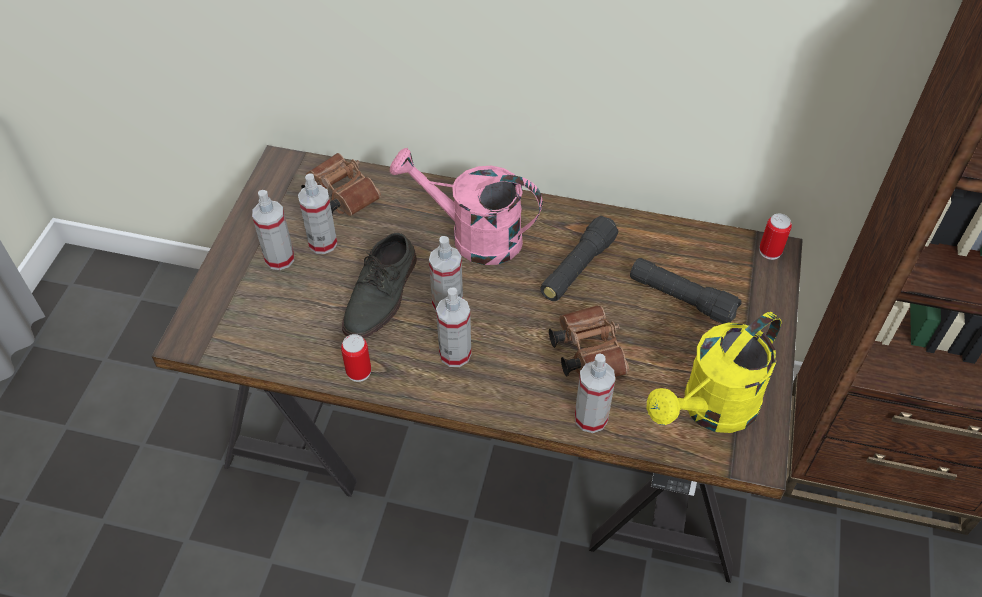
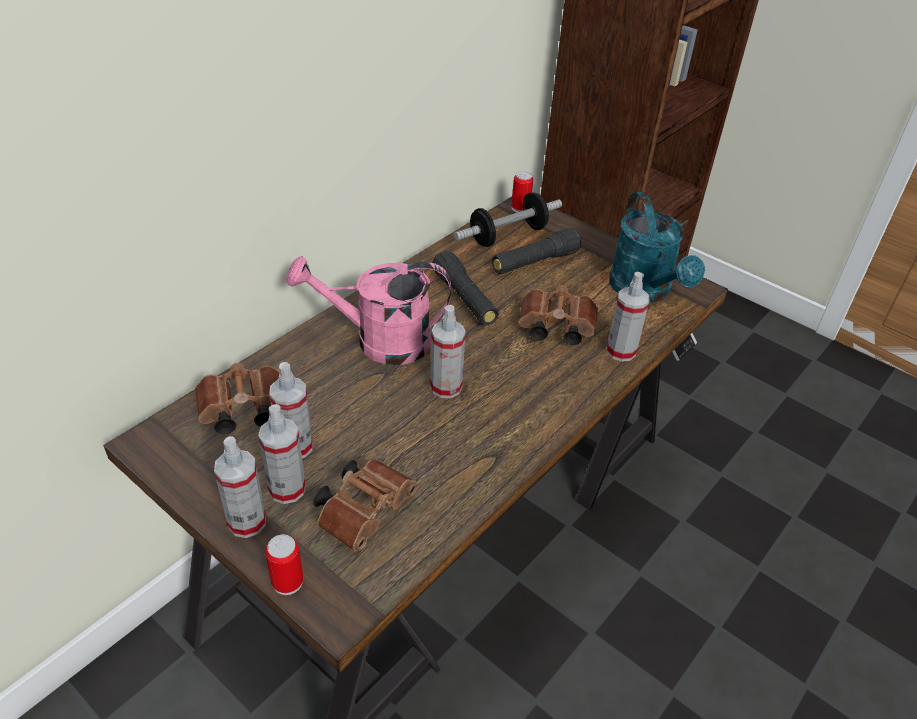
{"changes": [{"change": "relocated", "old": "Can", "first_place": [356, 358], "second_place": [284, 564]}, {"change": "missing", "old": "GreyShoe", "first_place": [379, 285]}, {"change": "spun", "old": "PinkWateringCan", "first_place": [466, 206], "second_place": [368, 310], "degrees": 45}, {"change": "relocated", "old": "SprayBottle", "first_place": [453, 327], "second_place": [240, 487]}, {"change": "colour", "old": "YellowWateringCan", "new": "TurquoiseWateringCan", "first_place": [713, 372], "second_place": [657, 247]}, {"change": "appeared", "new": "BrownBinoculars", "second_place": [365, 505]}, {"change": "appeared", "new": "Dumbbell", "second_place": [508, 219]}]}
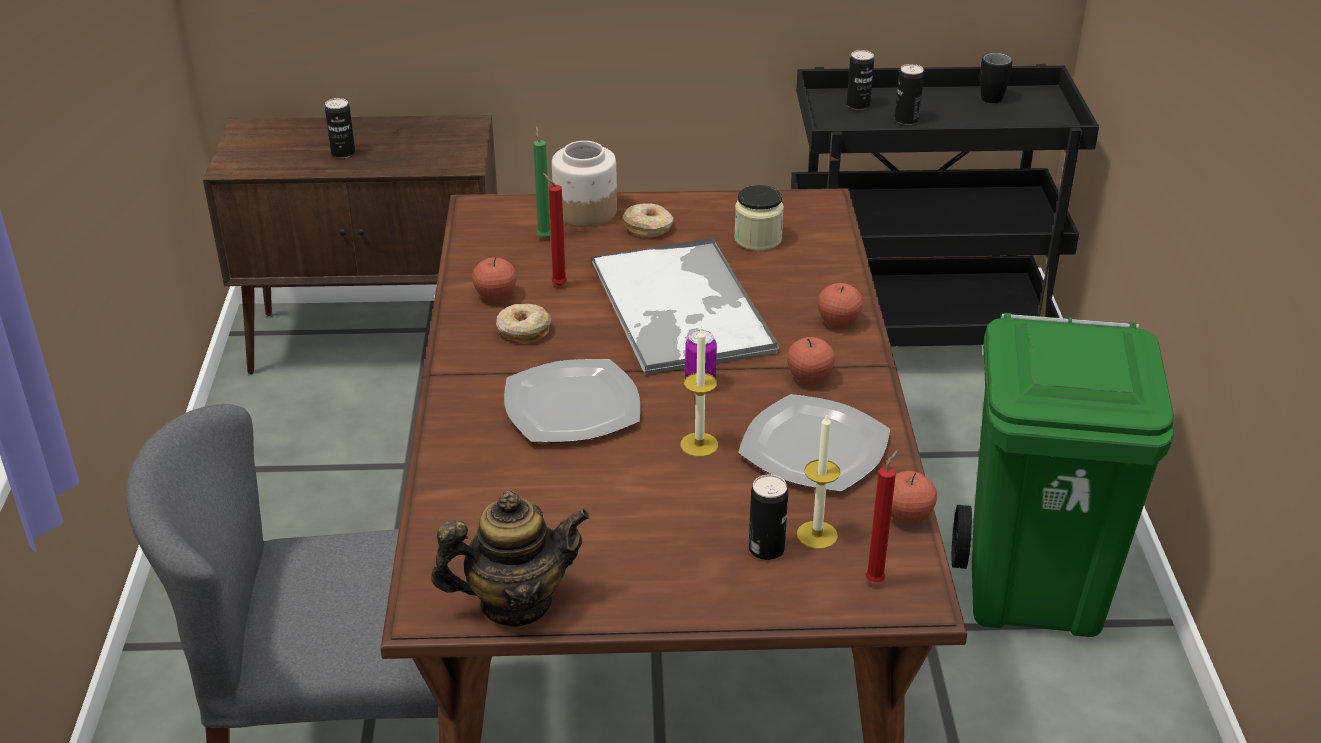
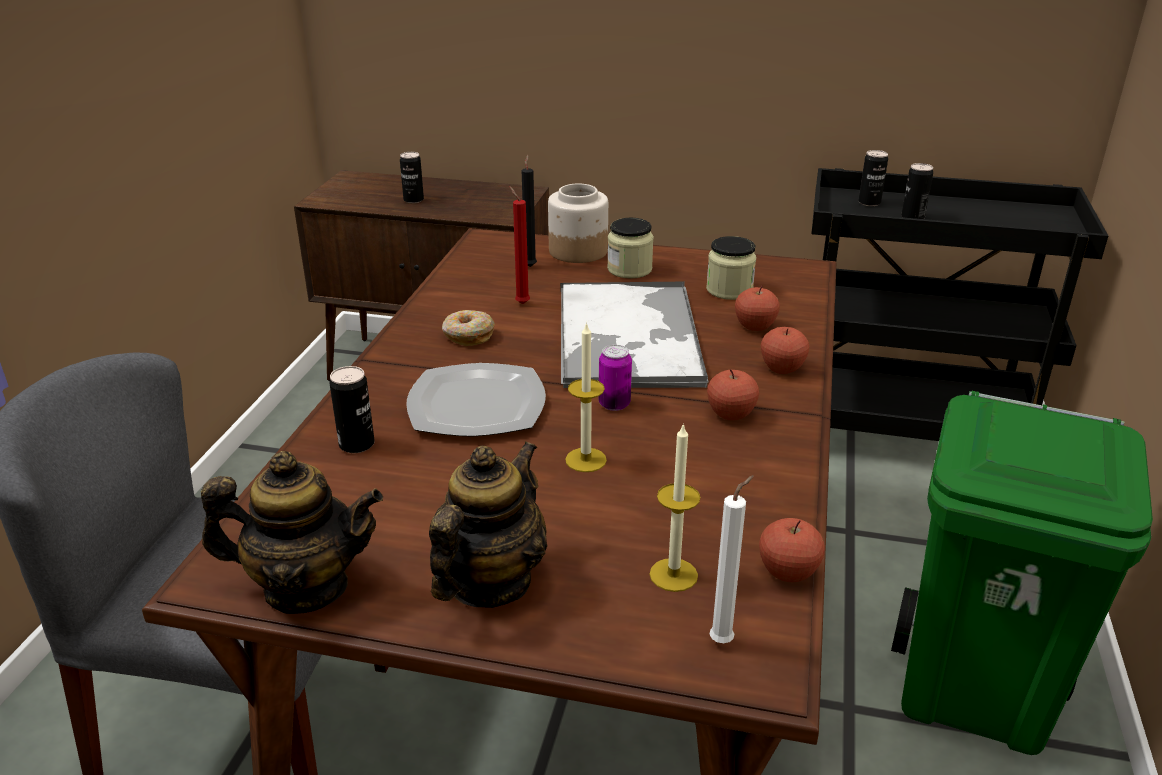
{"changes": [{"change": "relocated", "old": "Apple", "first_place": [494, 279], "second_place": [757, 308]}, {"change": "colour", "old": "GreenCandle", "new": "BlackCandle", "first_place": [542, 182], "second_place": [529, 211]}, {"change": "exchanged", "old": "Donut", "new": "Jar", "first_place": [648, 220], "second_place": [630, 248]}, {"change": "missing", "old": "Plate", "first_place": [814, 443]}, {"change": "relocated", "old": "Can", "first_place": [768, 517], "second_place": [352, 409]}, {"change": "colour", "old": "RedCandle", "new": "WhiteCandle", "first_place": [881, 516], "second_place": [731, 559]}, {"change": "missing", "old": "BlackMug", "first_place": [996, 78]}, {"change": "appeared", "new": "Teapot", "second_place": [488, 524]}]}
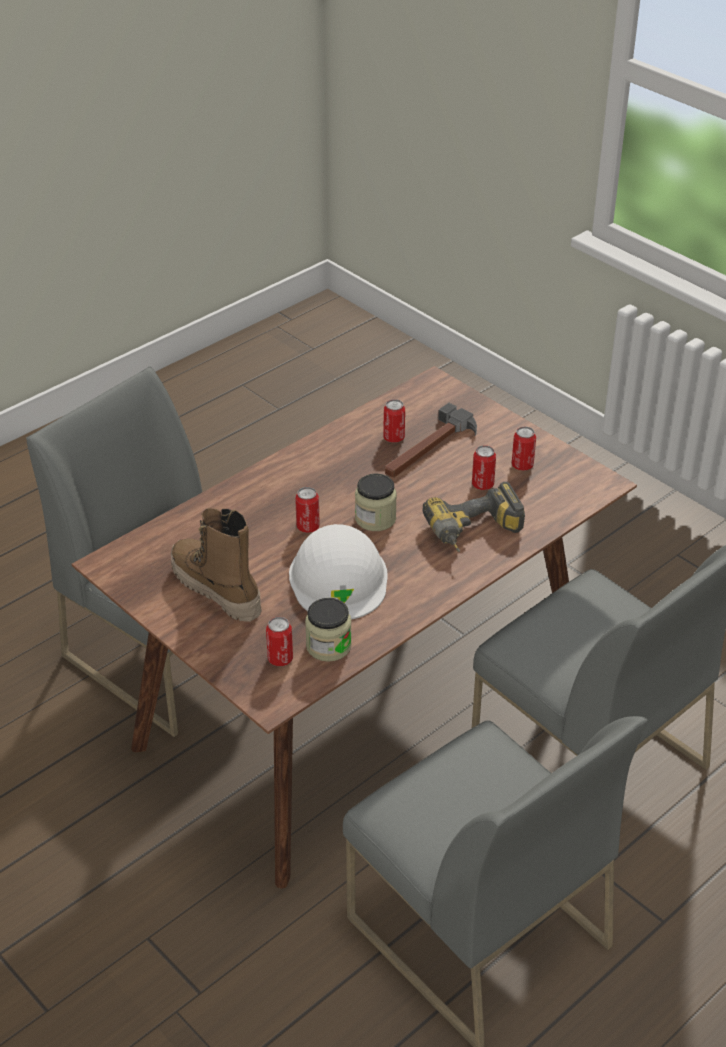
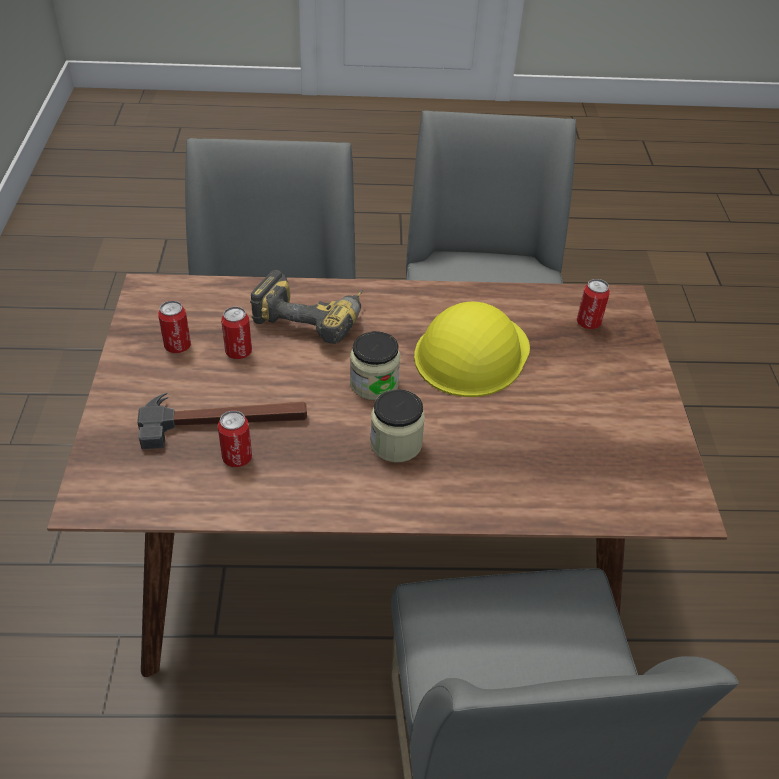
{"changes": [{"change": "missing", "old": "Boot", "first_place": [216, 565]}, {"change": "colour", "old": "WhiteHardHat", "new": "YellowHardHat", "first_place": [338, 572], "second_place": [472, 349]}, {"change": "missing", "old": "Can", "first_place": [307, 510]}, {"change": "relocated", "old": "Jar", "first_place": [328, 630], "second_place": [397, 425]}]}
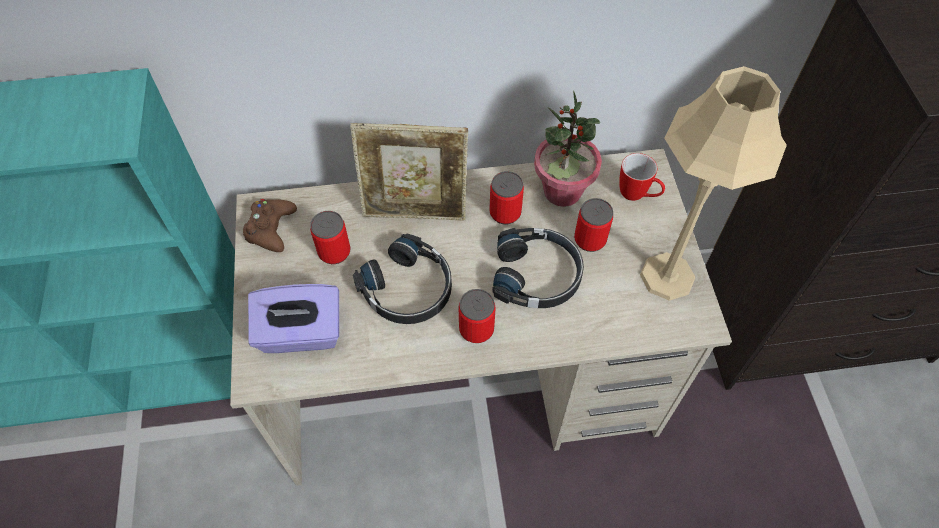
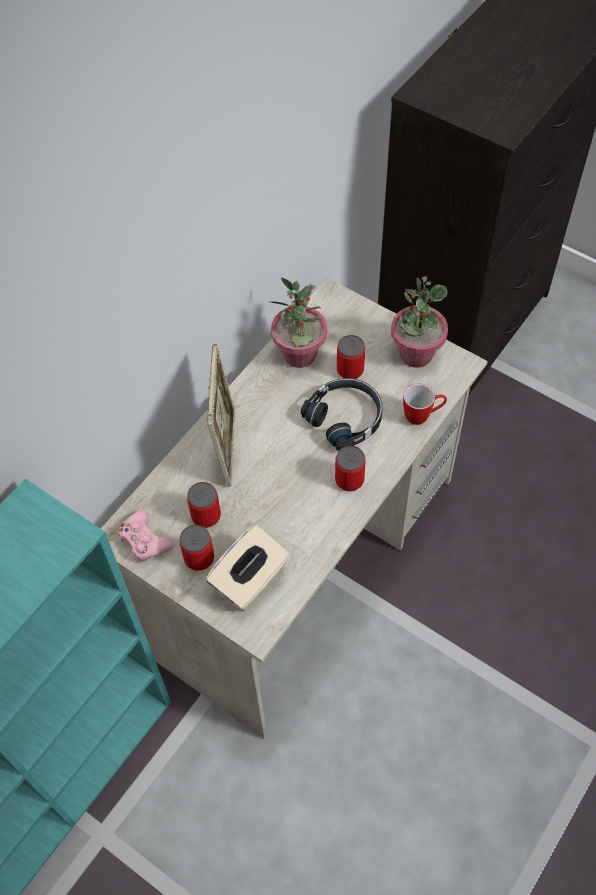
{"changes": [{"change": "colour", "old": "BrownGameController", "new": "PinkGameController", "first_place": [270, 225], "second_place": [146, 536]}, {"change": "colour", "old": "PurpleTissueBox", "new": "BeigeTissueBox", "first_place": [293, 318], "second_place": [247, 568]}, {"change": "spun", "old": "PictureFrame", "first_place": [409, 172], "second_place": [221, 415], "degrees": -45}, {"change": "missing", "old": "BlackHeadphones", "first_place": [402, 279]}, {"change": "relocated", "old": "Can", "first_place": [506, 198], "second_place": [197, 548]}, {"change": "relocated", "old": "Mug", "first_place": [642, 177], "second_place": [425, 404]}, {"change": "exchanged", "old": "BeigeTableLamp", "new": "PottedPlant", "first_place": [713, 183], "second_place": [419, 321]}]}
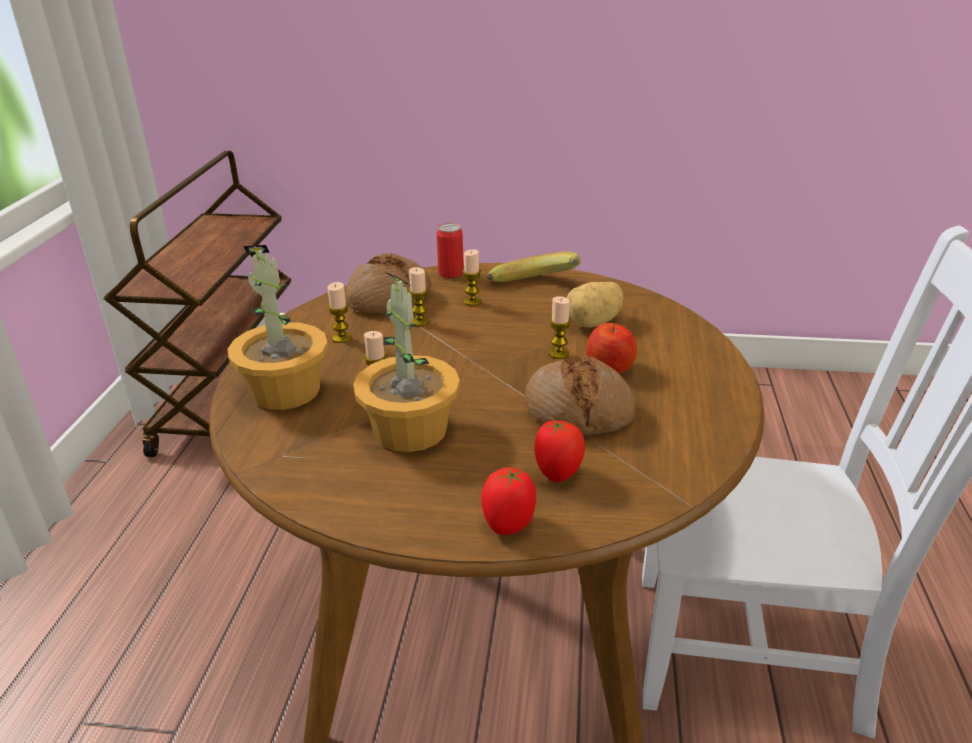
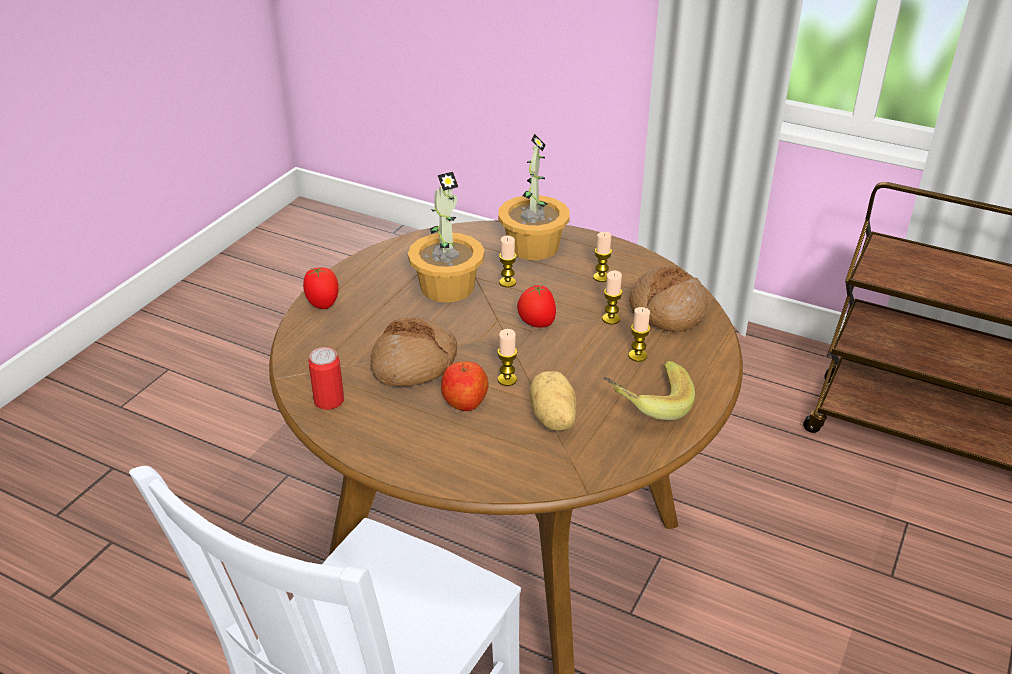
{"changes": [{"change": "relocated", "old": "Can", "first_place": [450, 250], "second_place": [326, 378]}, {"change": "relocated", "old": "Tomato", "first_place": [559, 450], "second_place": [536, 306]}]}
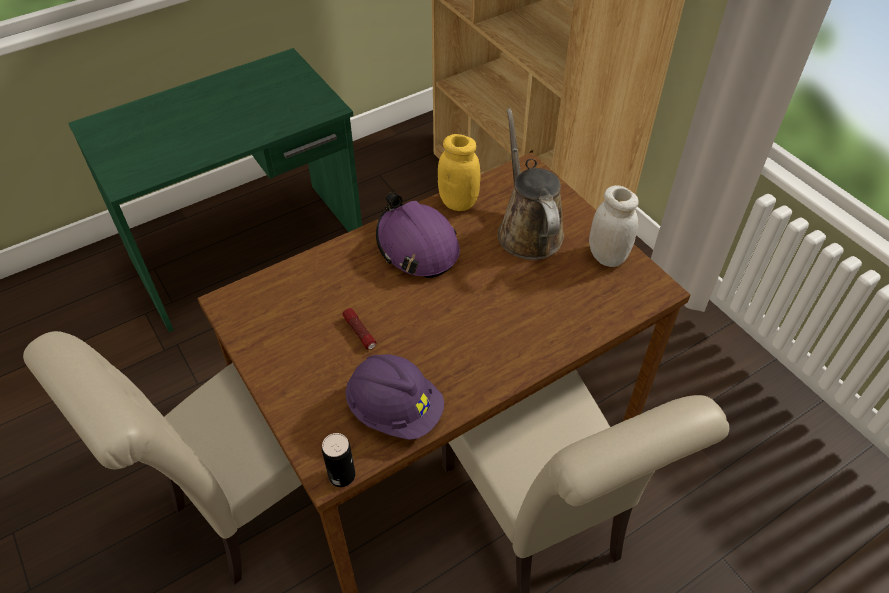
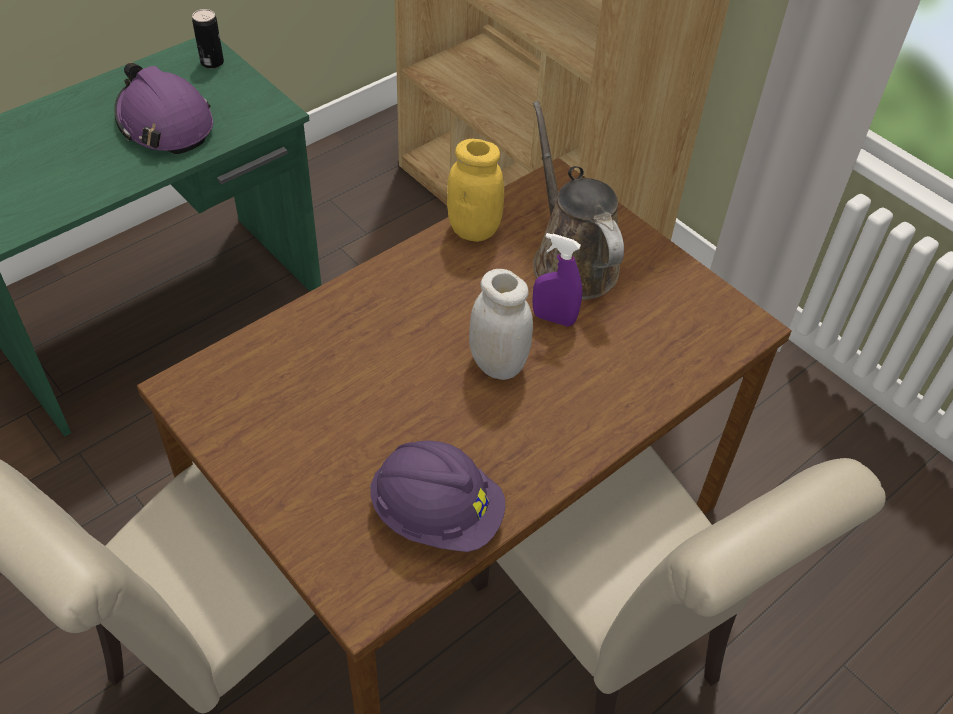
{"changes": [{"change": "relocated", "old": "Can", "first_place": [338, 460], "second_place": [208, 39]}, {"change": "missing", "old": "Flashlight", "first_place": [359, 329]}, {"change": "relocated", "old": "PurpleHardHat", "first_place": [418, 235], "second_place": [163, 108]}, {"change": "relocated", "old": "WhiteJar", "first_place": [614, 226], "second_place": [501, 324]}, {"change": "appeared", "new": "PurpleSprayBottle", "second_place": [557, 280]}]}
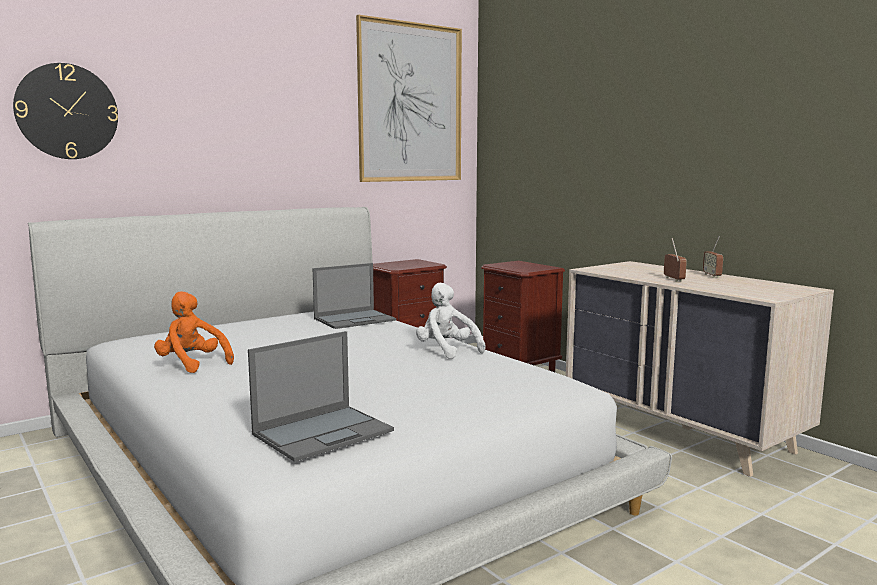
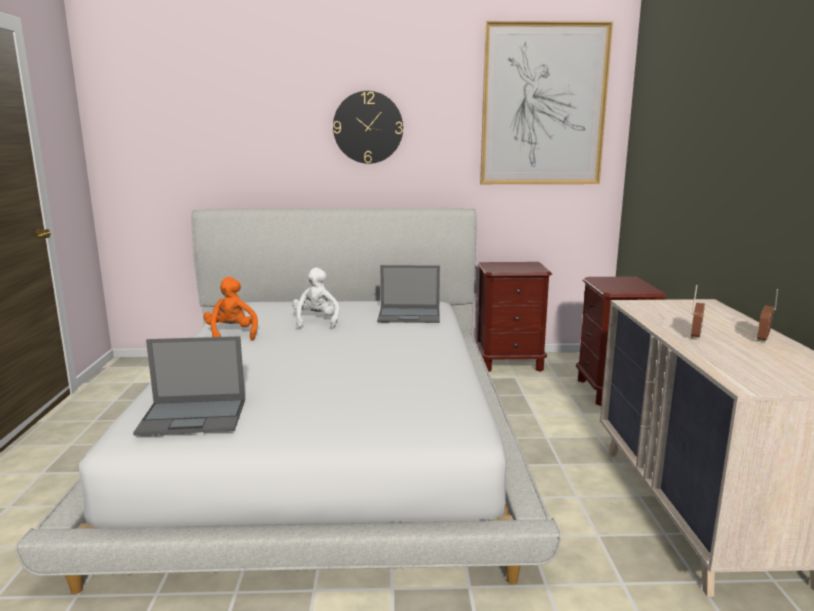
{"changes": [{"change": "relocated", "old": "WallClock", "first_place": [65, 111], "second_place": [368, 127]}, {"change": "relocated", "old": "WhitePlushToy", "first_place": [451, 320], "second_place": [315, 298]}]}
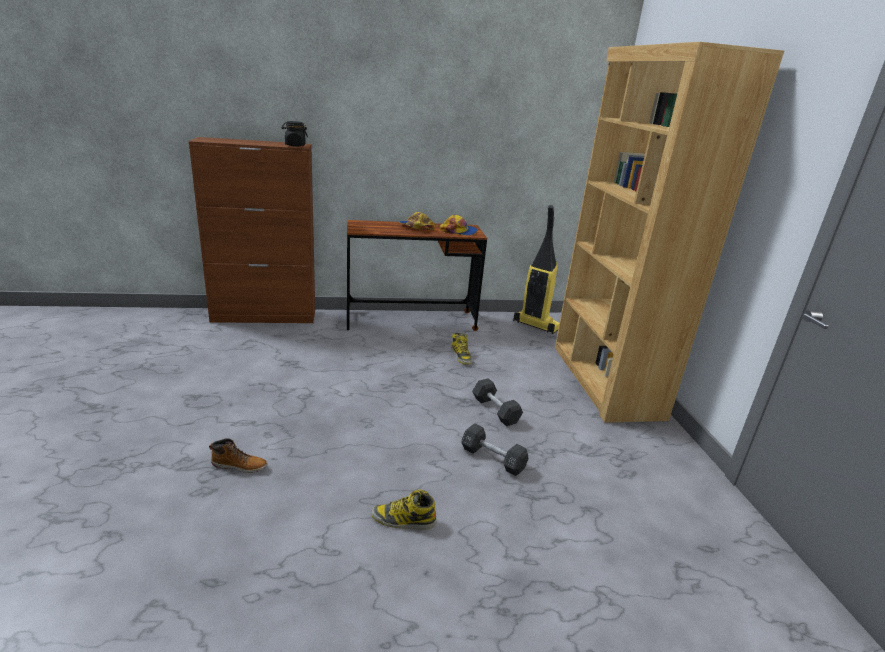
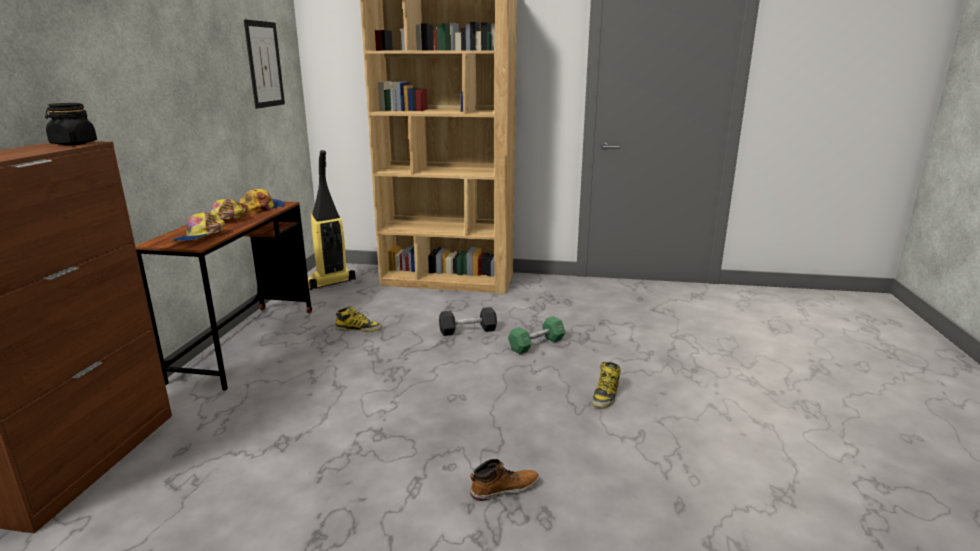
{"changes": [{"change": "spun", "old": "Boot", "first_place": [238, 455], "second_place": [504, 480], "degrees": 45}, {"change": "colour", "old": "BlackDumbbell", "new": "GreenDumbbell", "first_place": [495, 449], "second_place": [537, 335]}, {"change": "appeared", "new": "Cap", "second_place": [198, 226]}, {"change": "appeared", "new": "Picture", "second_place": [264, 64]}]}
